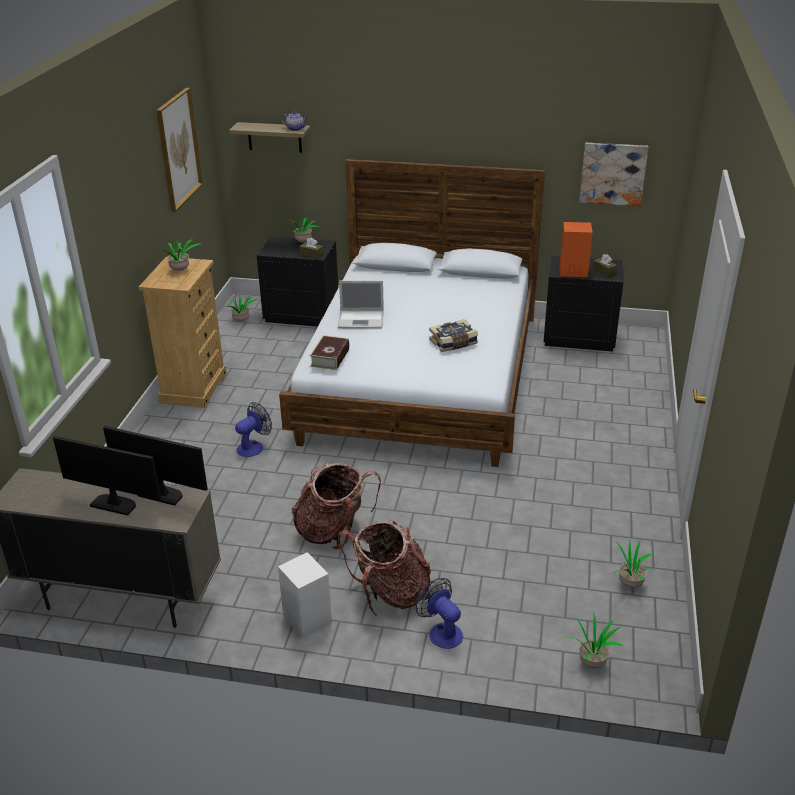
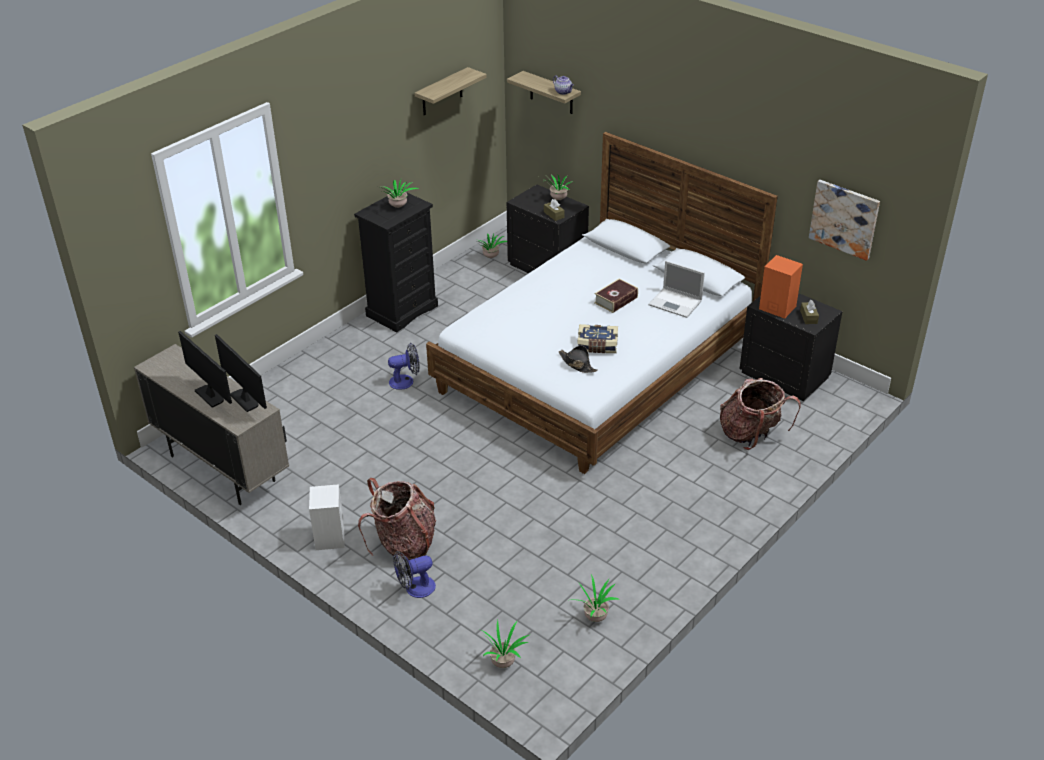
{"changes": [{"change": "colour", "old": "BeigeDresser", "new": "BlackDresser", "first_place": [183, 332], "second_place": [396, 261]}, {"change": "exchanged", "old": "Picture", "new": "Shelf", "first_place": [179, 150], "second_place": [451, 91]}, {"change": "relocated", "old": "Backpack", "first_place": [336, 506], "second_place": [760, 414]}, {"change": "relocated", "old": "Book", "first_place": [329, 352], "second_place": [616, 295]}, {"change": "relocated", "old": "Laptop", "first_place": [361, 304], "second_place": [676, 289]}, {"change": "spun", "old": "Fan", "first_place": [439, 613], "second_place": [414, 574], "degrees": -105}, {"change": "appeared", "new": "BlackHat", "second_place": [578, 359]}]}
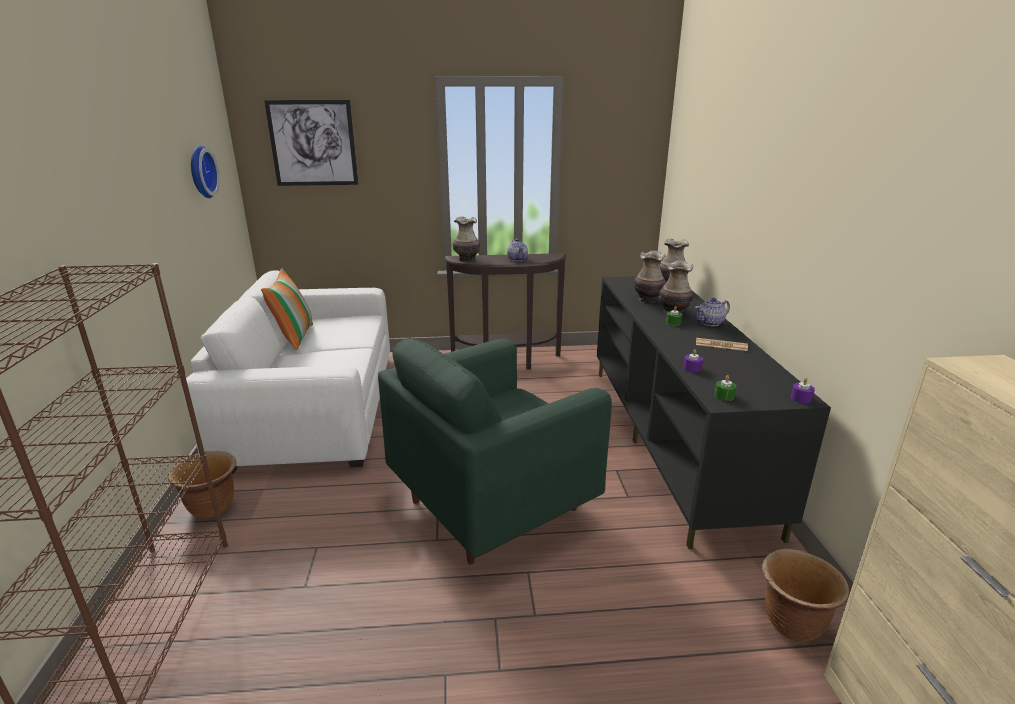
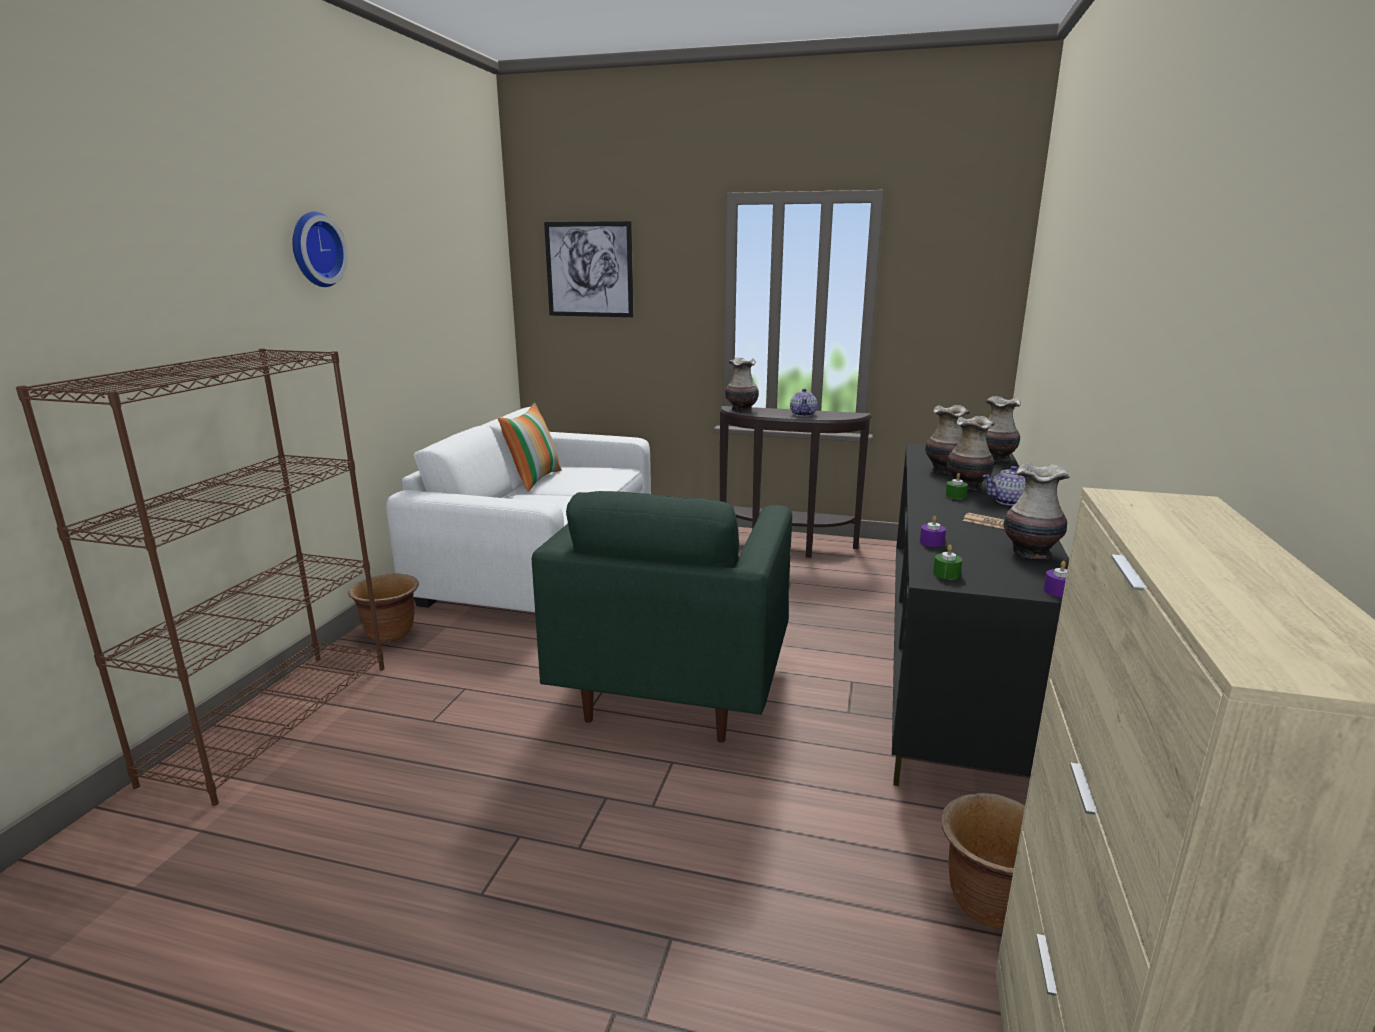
{"changes": [{"change": "relocated", "old": "WallClock", "first_place": [205, 171], "second_place": [320, 249]}, {"change": "spun", "old": "GreenArmchair", "first_place": [495, 450], "second_place": [662, 617], "degrees": -60}, {"change": "appeared", "new": "Vase", "second_place": [1037, 511]}]}
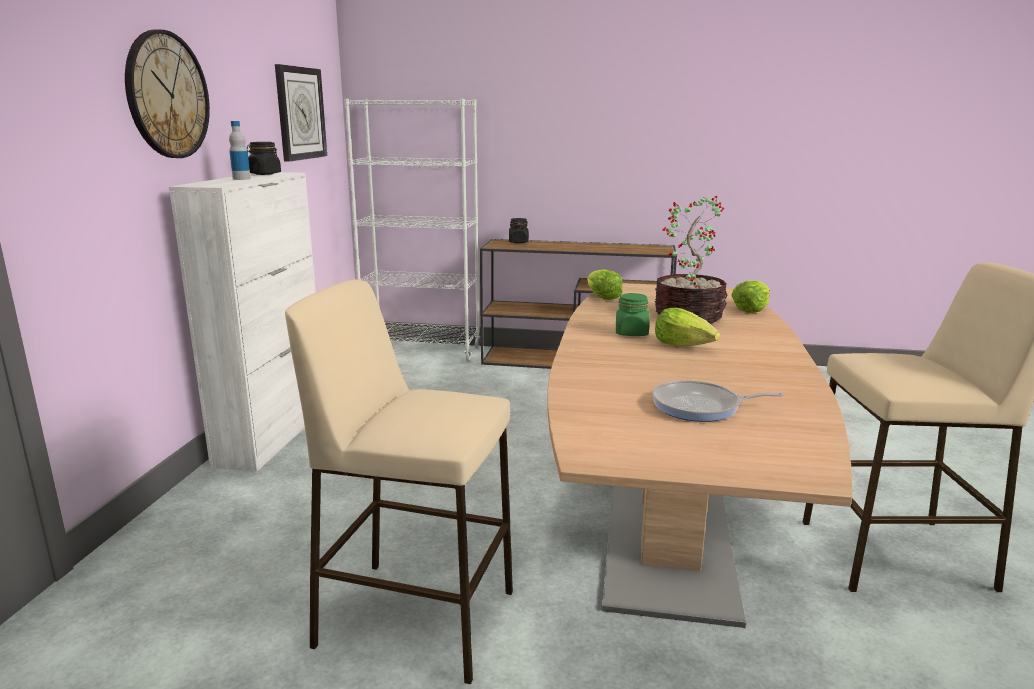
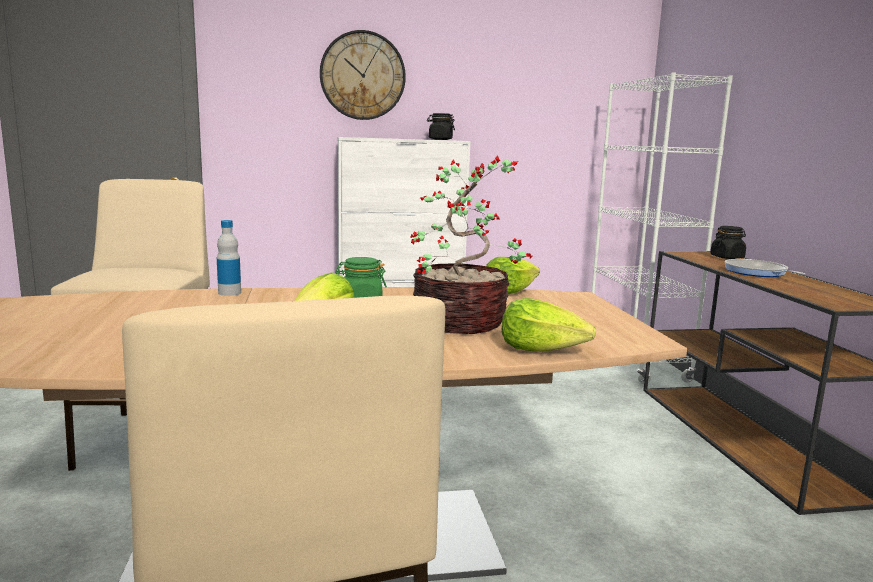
{"changes": [{"change": "relocated", "old": "Bottle", "first_place": [240, 150], "second_place": [229, 258]}, {"change": "missing", "old": "WallClock", "first_place": [301, 113]}, {"change": "relocated", "old": "FryingPan", "first_place": [718, 401], "second_place": [765, 268]}]}
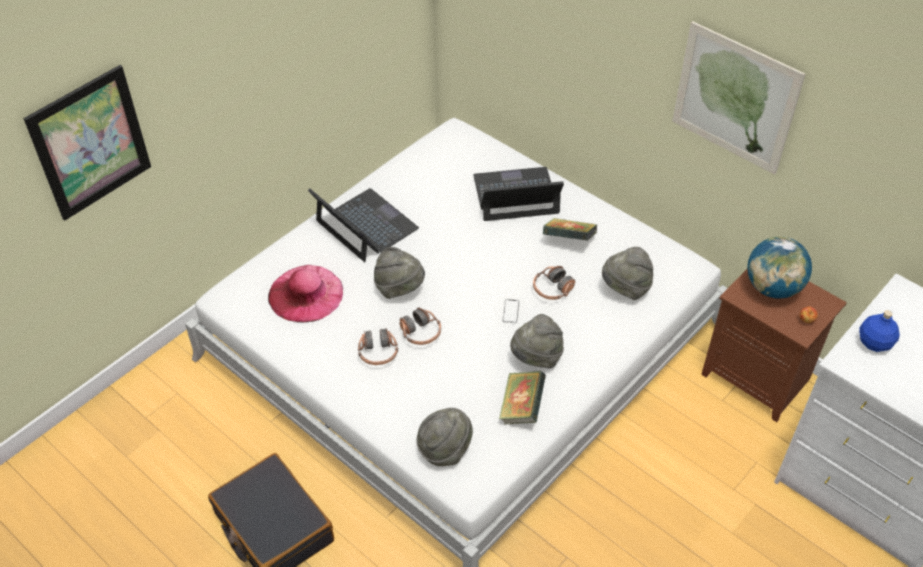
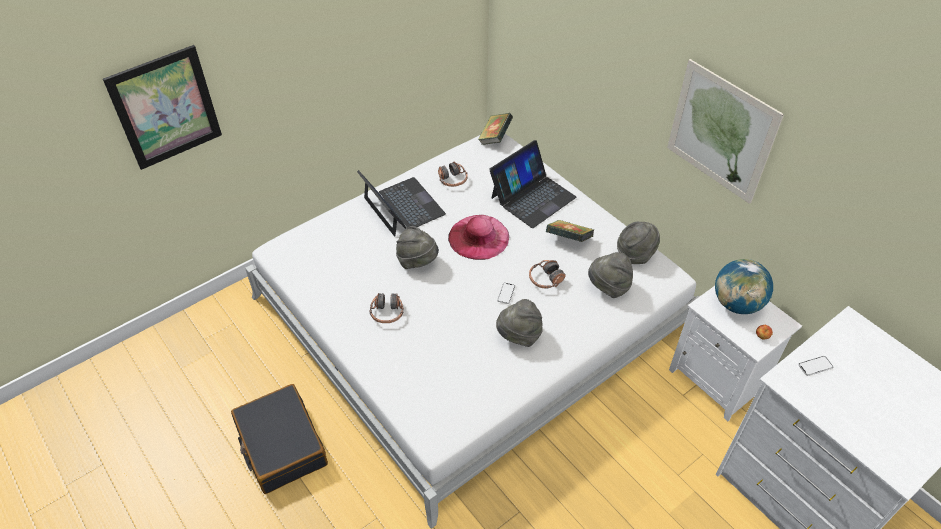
{"changes": [{"change": "relocated", "old": "PinkHat", "first_place": [305, 294], "second_place": [478, 237]}, {"change": "relocated", "old": "Headphones", "first_place": [420, 326], "second_place": [453, 174]}, {"change": "relocated", "old": "GreyHat", "first_place": [444, 437], "second_place": [638, 243]}, {"change": "spun", "old": "Laptop", "first_place": [518, 194], "second_place": [532, 184], "degrees": 135}, {"change": "relocated", "old": "Book", "first_place": [522, 397], "second_place": [495, 129]}, {"change": "colour", "old": "BrownNightstand", "new": "WhiteNightstand", "first_place": [774, 345], "second_place": [735, 353]}, {"change": "exchanged", "old": "BlueBottle", "new": "Phone", "first_place": [879, 331], "second_place": [815, 366]}]}
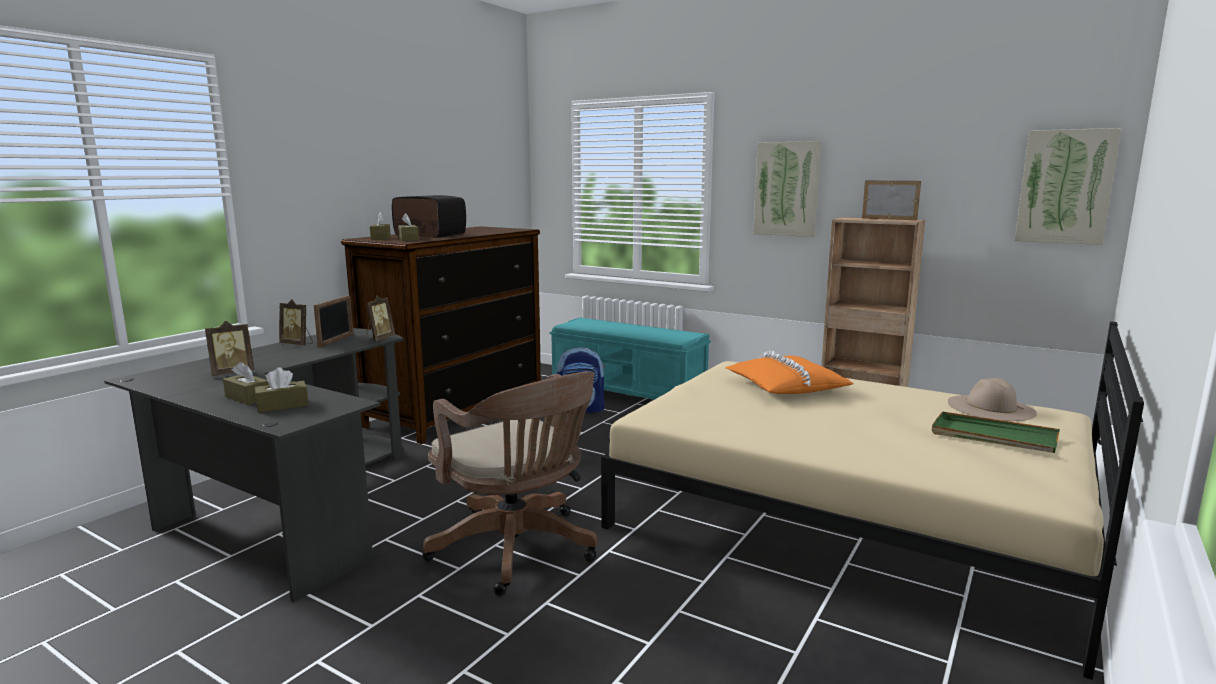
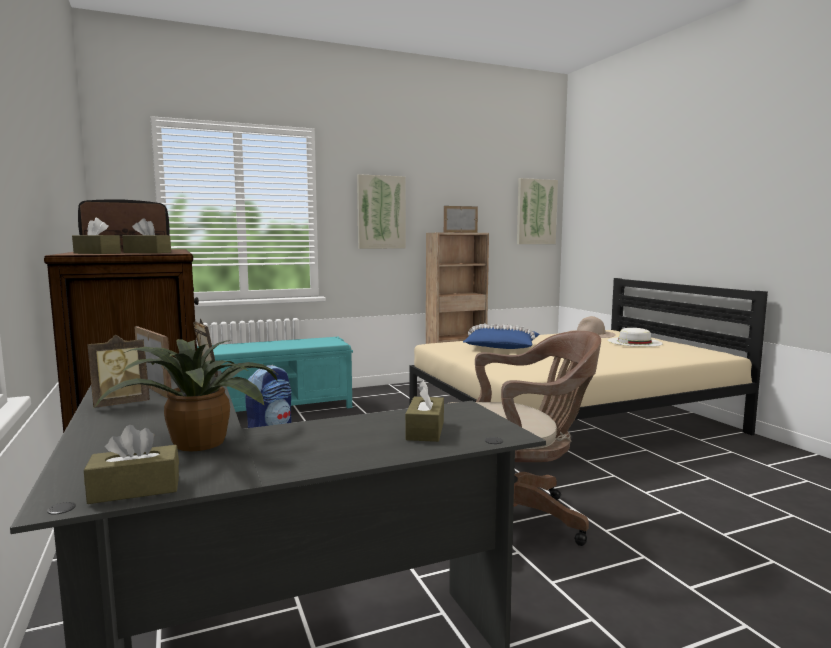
{"changes": [{"change": "exchanged", "old": "PictureFrame", "new": "PottedPlant", "first_place": [229, 348], "second_place": [186, 395]}, {"change": "relocated", "old": "BrownTissueBox", "first_place": [246, 383], "second_place": [131, 464]}, {"change": "colour", "old": "OrangePillow", "new": "BluePillow", "first_place": [789, 372], "second_place": [501, 336]}, {"change": "exchanged", "old": "GreenTray", "new": "WhiteHat", "first_place": [996, 432], "second_place": [635, 337]}]}
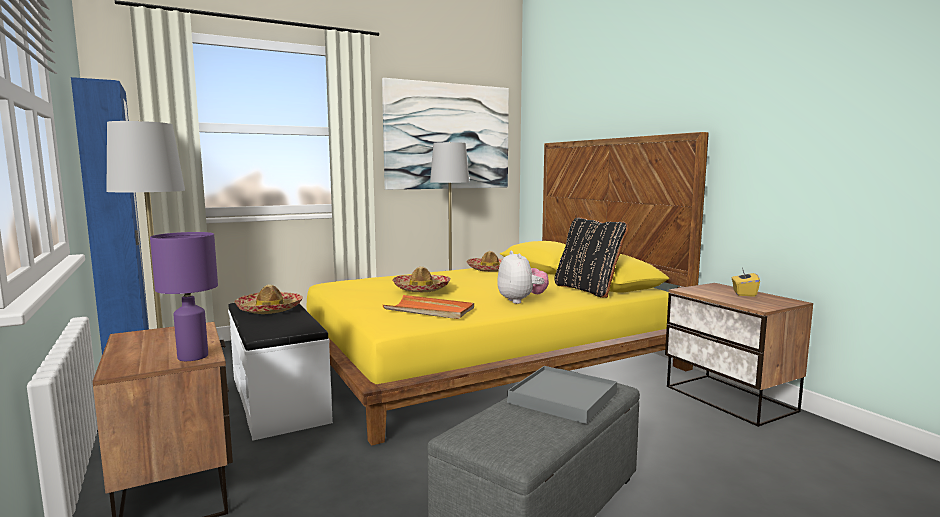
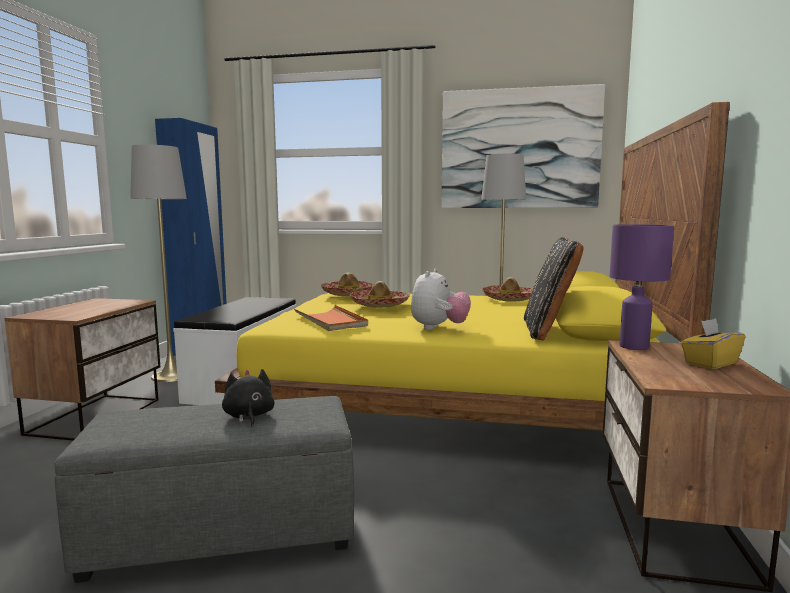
{"changes": [{"change": "relocated", "old": "PurpleTableLamp", "first_place": [184, 296], "second_place": [642, 287]}, {"change": "relocated", "old": "Hat", "first_place": [268, 299], "second_place": [347, 284]}, {"change": "exchanged", "old": "GreyTray", "new": "BlackPlushToy", "first_place": [562, 395], "second_place": [248, 398]}]}
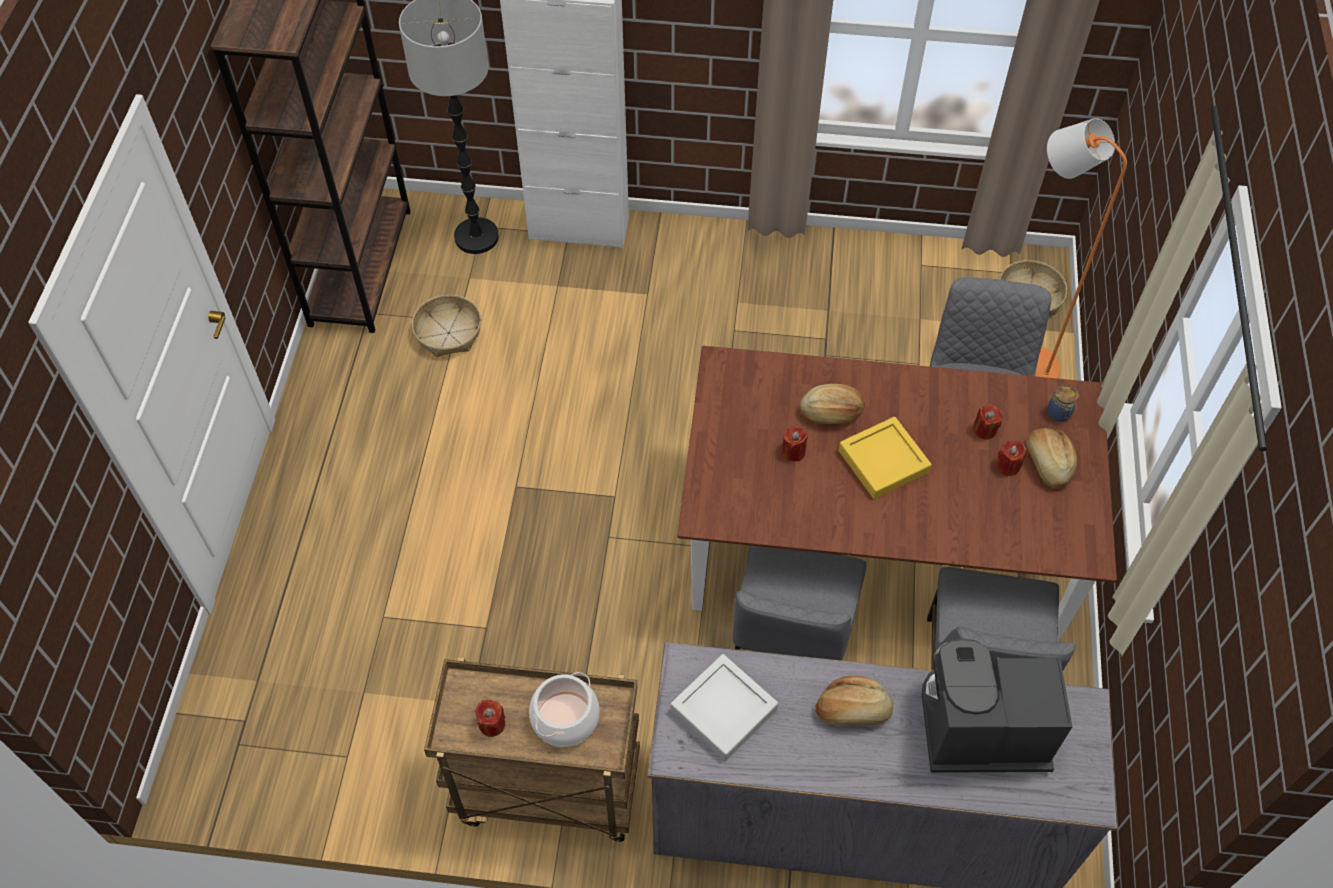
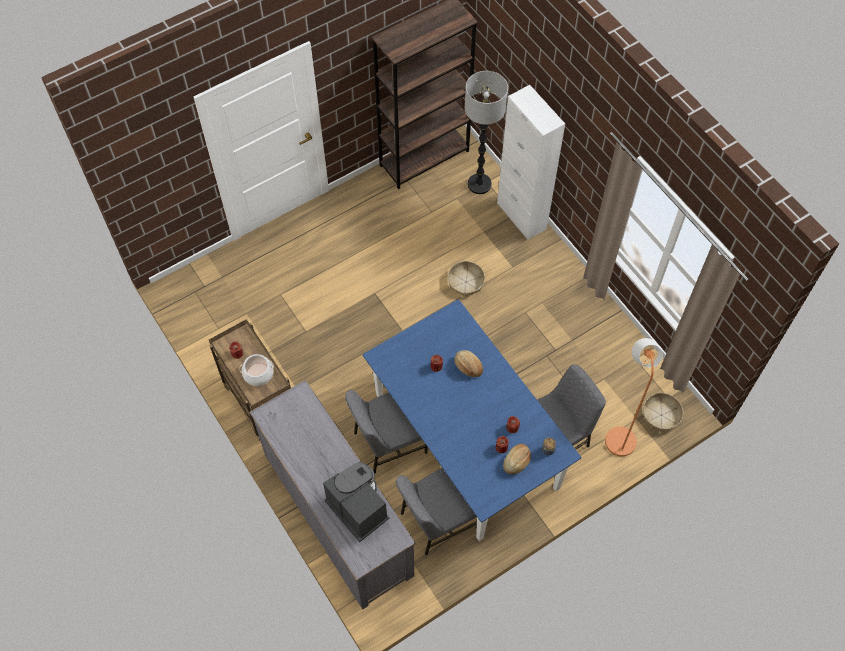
{"changes": [{"change": "relocated", "old": "Basket", "first_place": [446, 326], "second_place": [466, 279]}, {"change": "missing", "old": "GreyTray", "first_place": [724, 707]}, {"change": "colour", "old": "BrownDiningTable", "new": "BlueDiningTable", "first_place": [897, 494], "second_place": [472, 420]}, {"change": "missing", "old": "Bread", "first_place": [854, 700]}, {"change": "missing", "old": "YellowTray", "first_place": [885, 458]}]}
